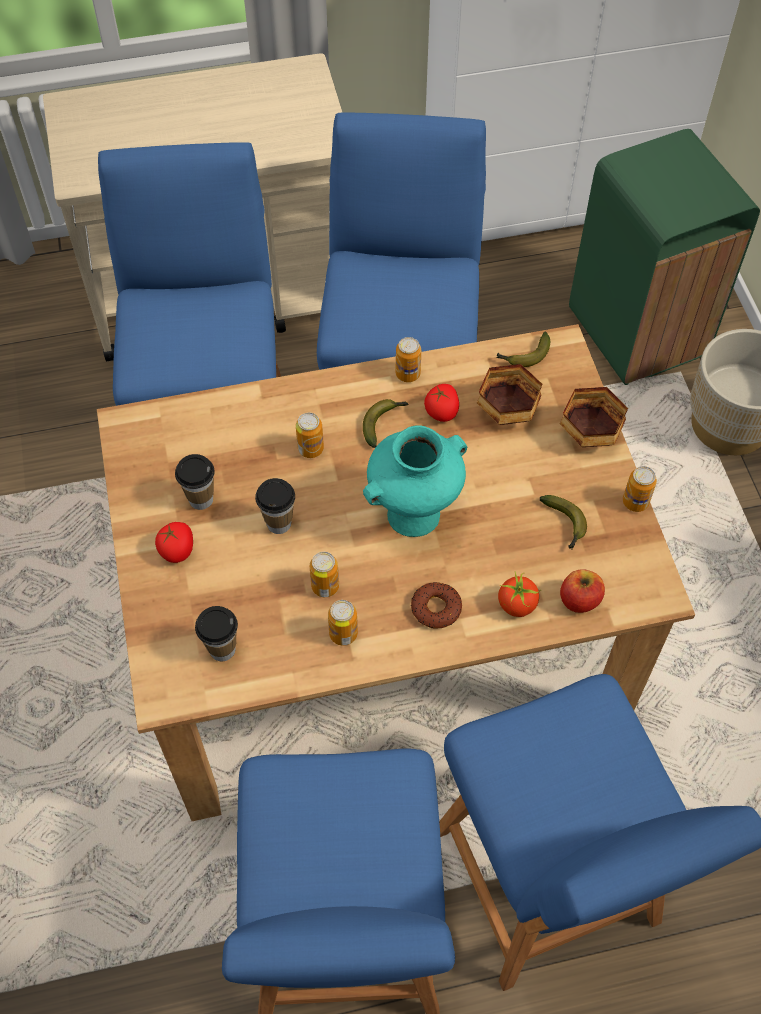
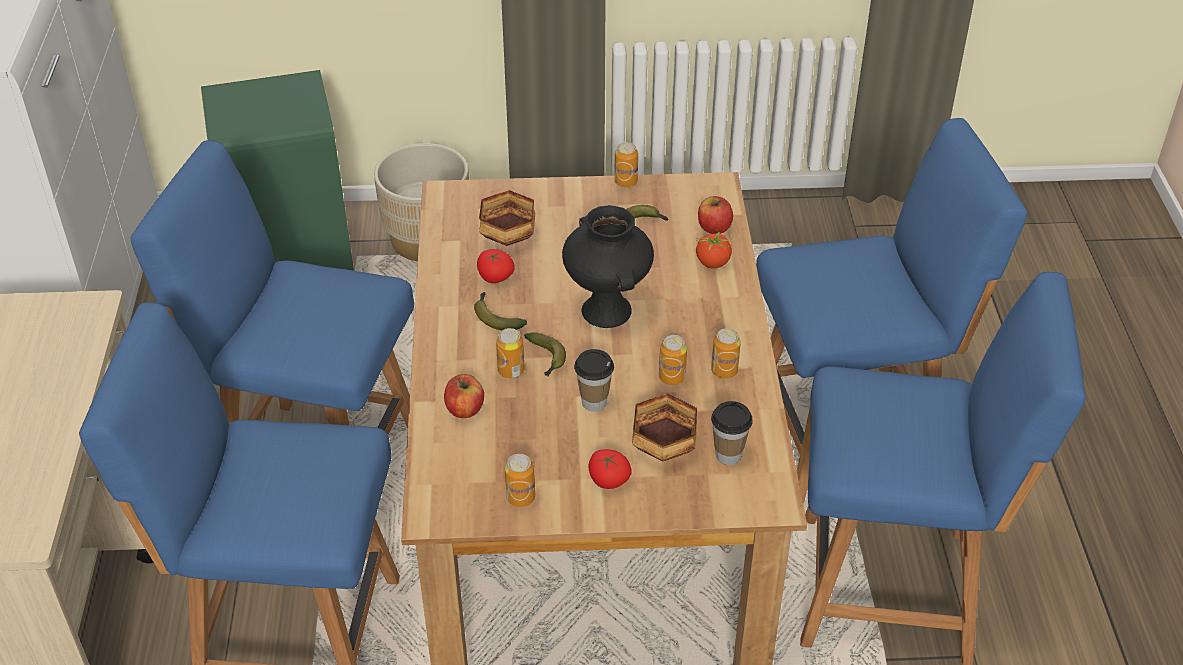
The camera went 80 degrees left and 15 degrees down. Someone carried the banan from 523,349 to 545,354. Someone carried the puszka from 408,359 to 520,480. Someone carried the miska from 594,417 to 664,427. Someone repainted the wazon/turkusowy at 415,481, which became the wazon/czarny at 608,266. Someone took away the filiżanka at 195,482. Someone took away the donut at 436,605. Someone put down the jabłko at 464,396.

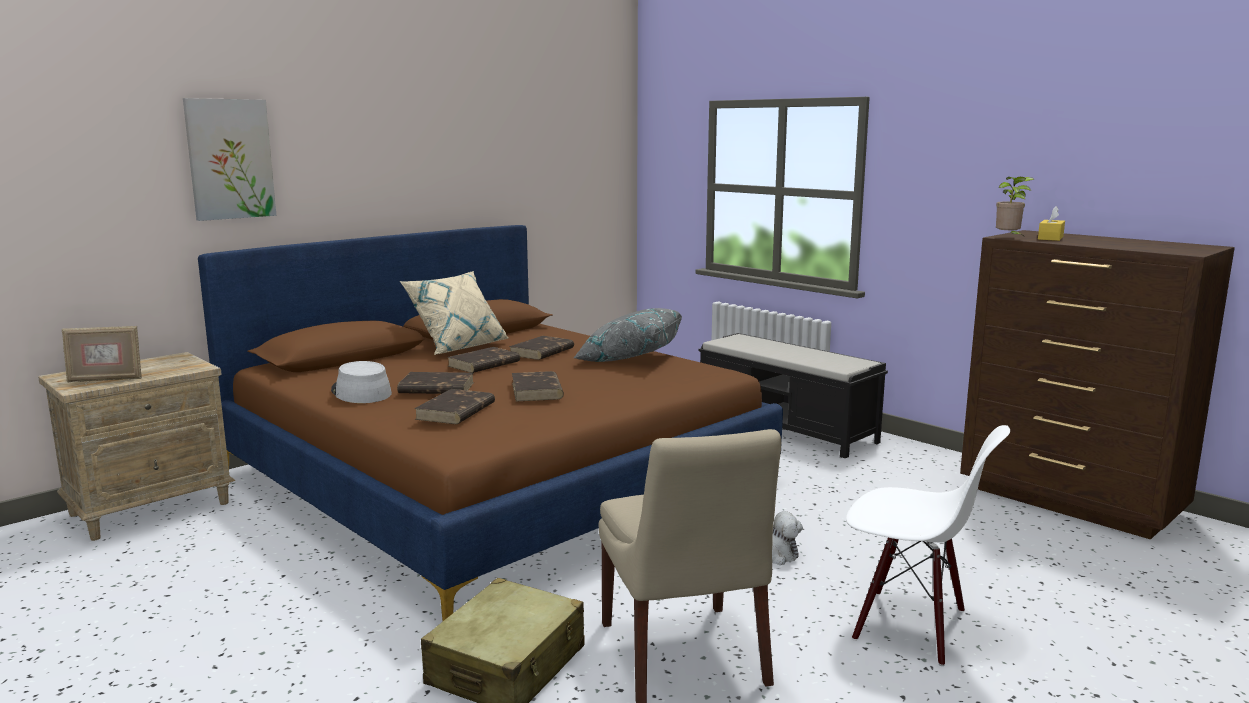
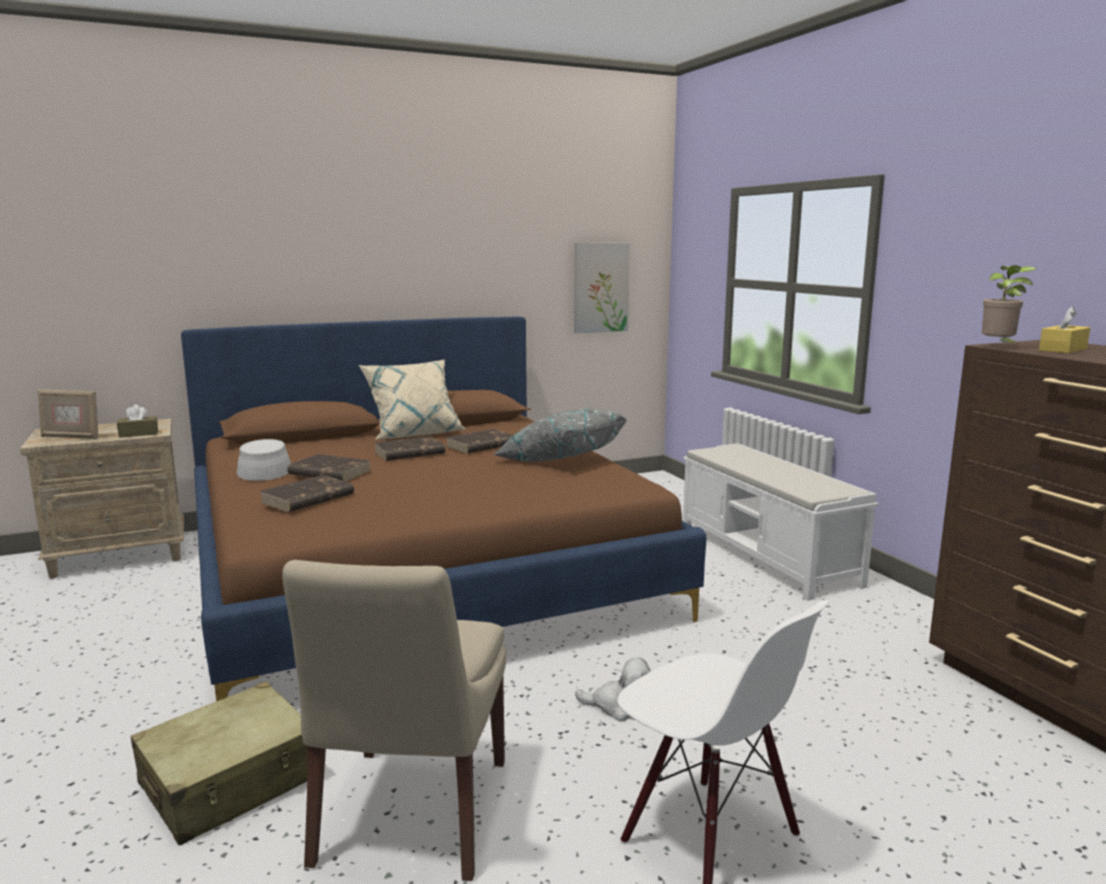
The camera went 20 degrees right and 0 degrees up. Someone carried the obraz from 229,159 to 602,288. Someone repainted the ławka/czarny at 793,395, which became the ławka/biały at 781,522. Someone took away the książka/brązowy at 538,386. Someone put down the pudełko chusteczek/brązowy at 137,421.

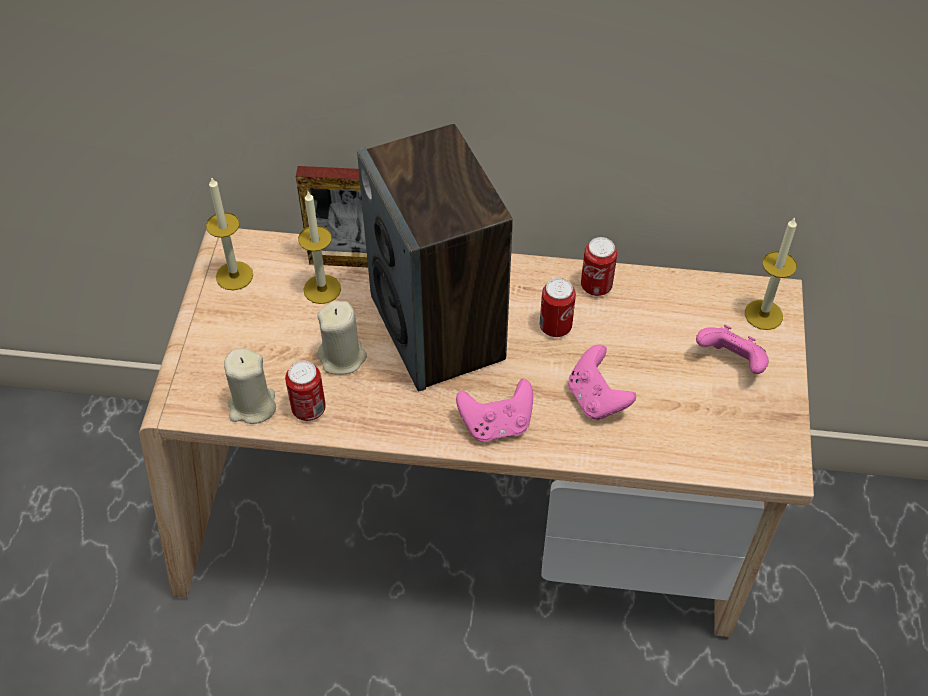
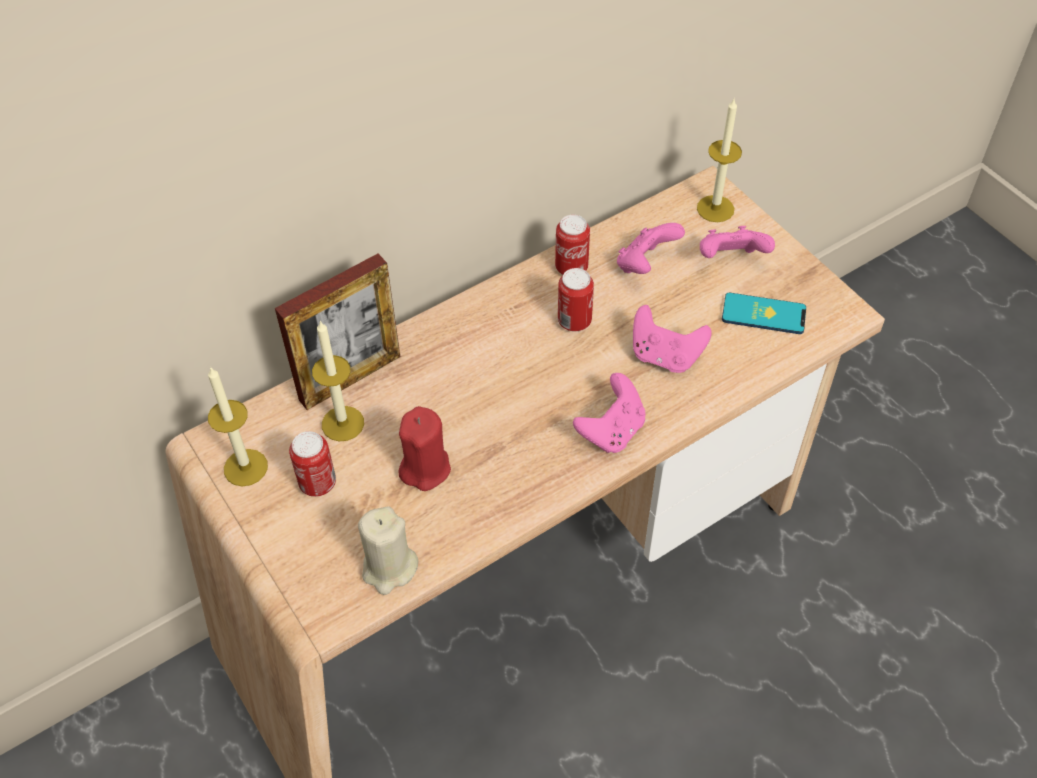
The camera went 40 degrees left and 0 degrees up. Someone took away the głośnik at 435,257. Someone repainted the świeca/beżowy at 342,338, which became the świeca/czerwony at 424,448. Someone carried the puszka from 305,391 to 312,464. Someone put down the pad do gier/różowy at 651,248. Someone put down the telefon at 764,313.

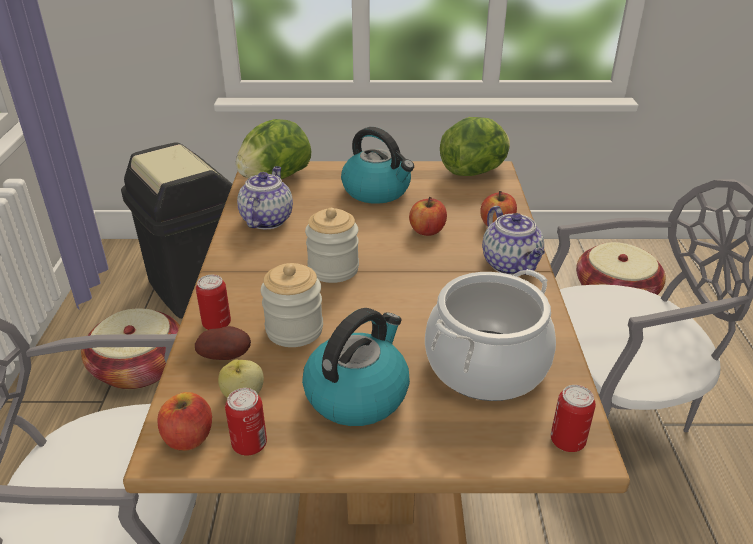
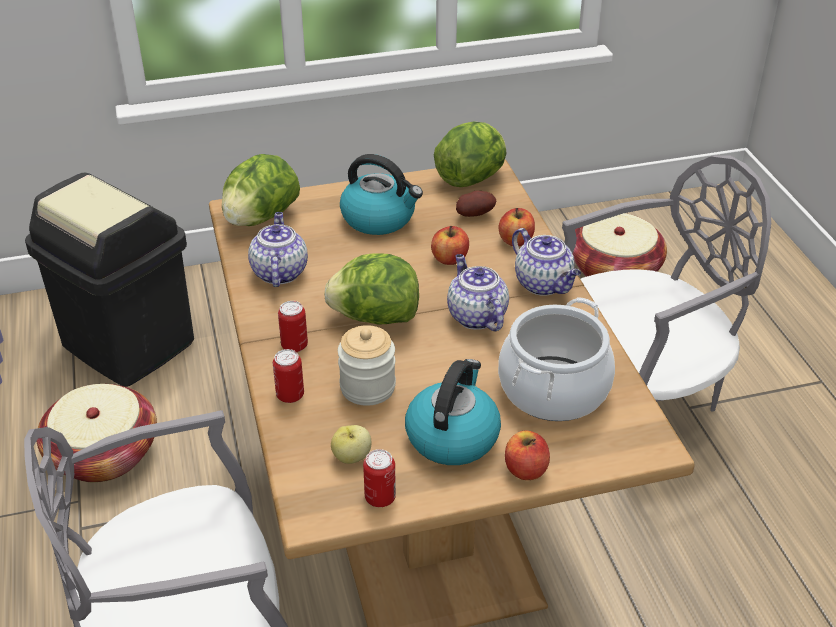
The camera went 15 degrees left and 5 degrees up. Someone swapped the słoik at 332,245 for the sałata at 371,289. Someone carried the ziemniak from 223,343 to 476,203. Someone carried the puszka from 573,418 to 293,326. Someone carried the jabłko from 184,421 to 527,455. Someone put down the imbryk at 478,292.

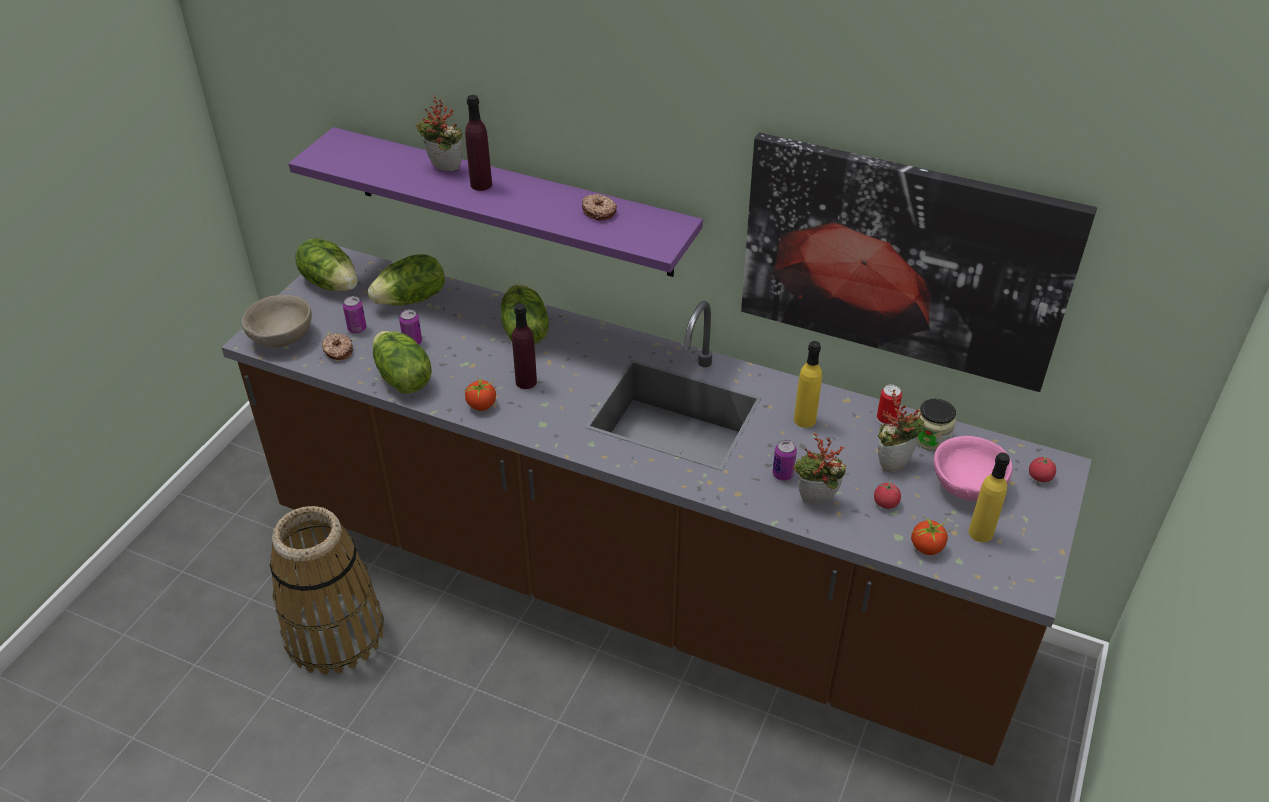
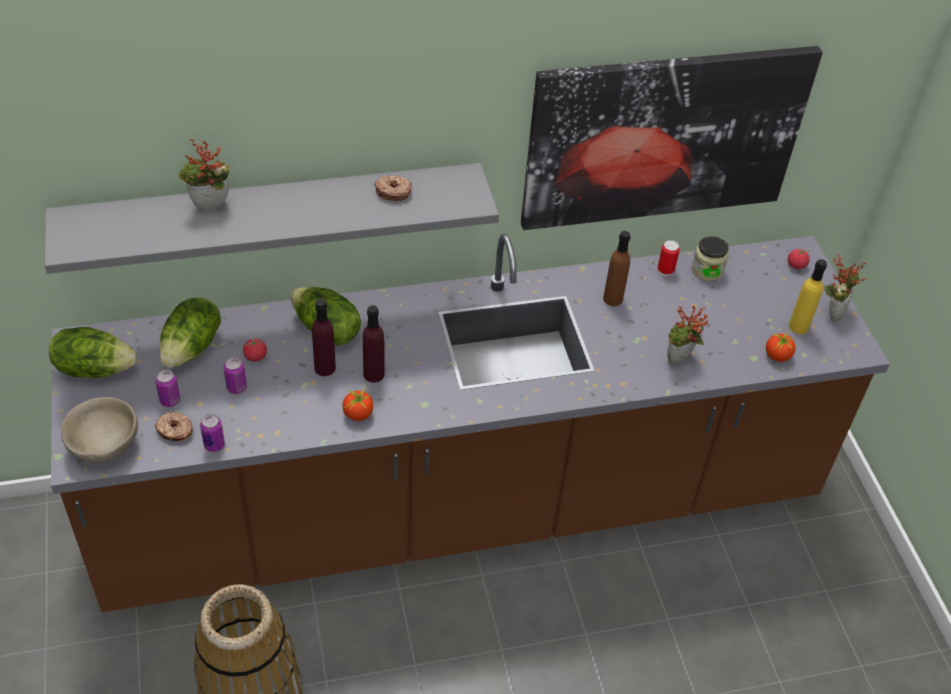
The camera went 40 degrees left and 5 degrees up. Someone carried the butelka/fioletowy from 478,143 to 324,337. Someone repainted the półka/fioletowy at 495,202, which became the półka/szary at 272,218. Someone took away the sałata at 402,362. Someone repainted the butelka/żółty at 808,384, which became the butelka/brązowy at 617,268. Someone carried the roślina doniczkowa from 901,430 to 845,287. Someone took away the miska/różowy at 973,468. Someone carried the puszka from 784,460 to 212,433. Someone carried the pomidor from 887,495 to 255,349.

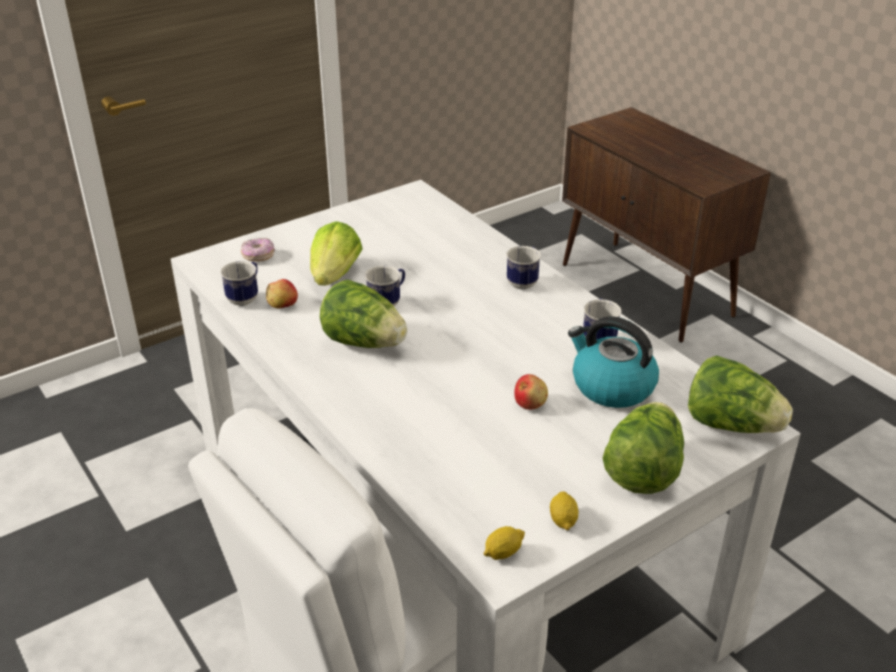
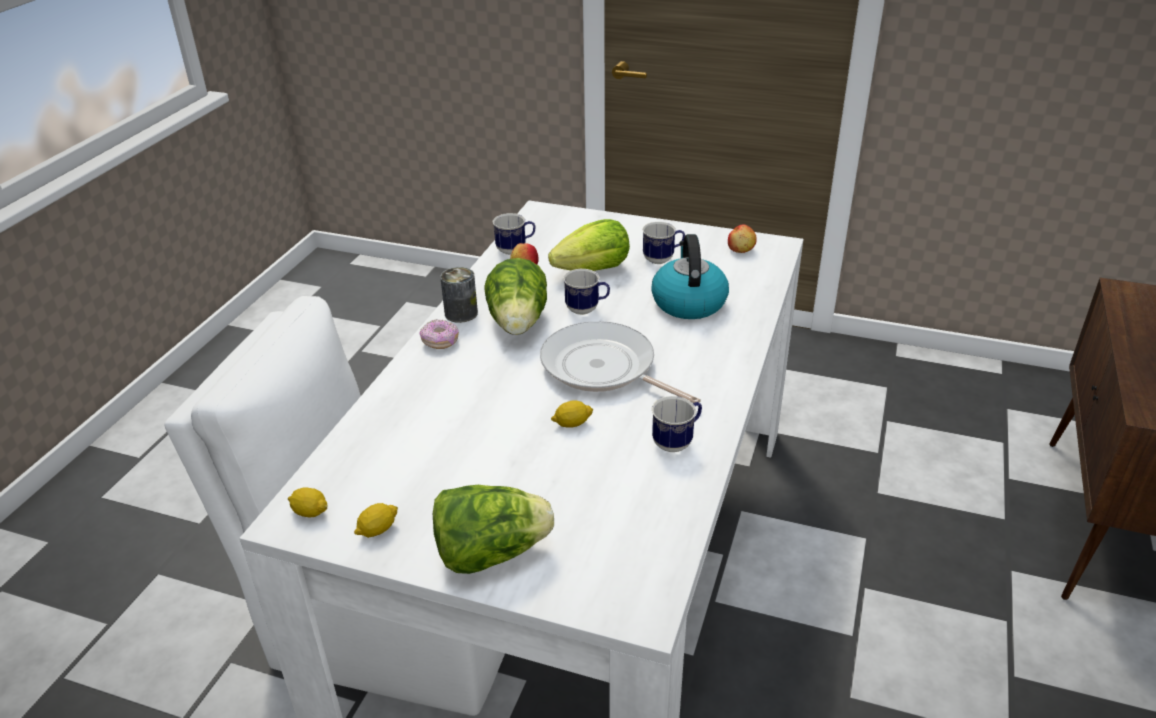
The camera went 55 degrees right and 0 degrees up. Someone carried the donut from 258,249 to 439,334. Someone carried the kubek from 523,268 to 663,243. Someone carried the czajnik from 613,362 to 690,276. Someone took away the sałata at 740,394. Someone carried the jabłko from 531,392 to 742,238. Someone put down the puszka at 459,295. Someone put down the patelnia at 620,362. Someone put down the cytryna at 572,414.

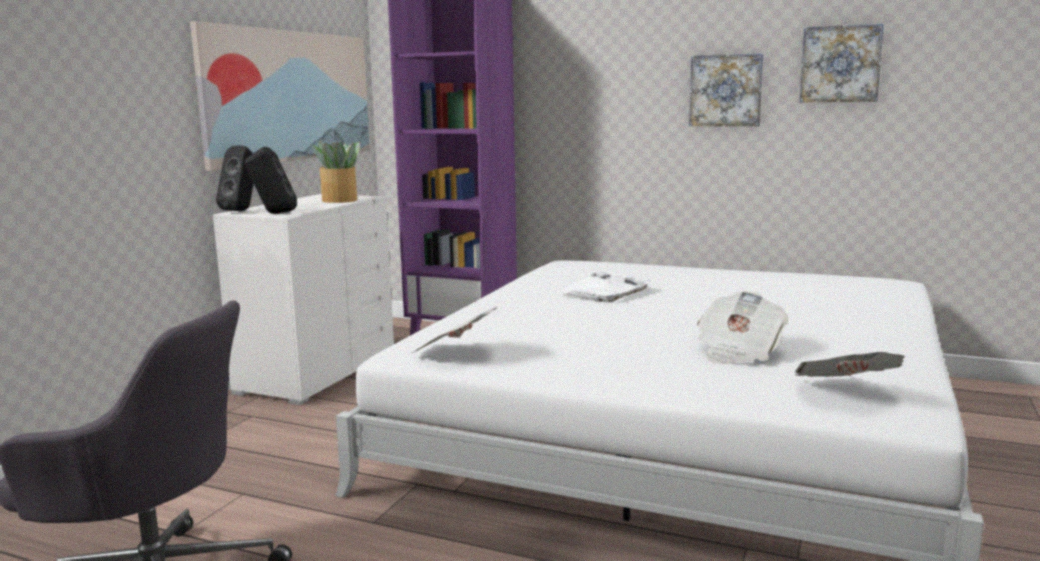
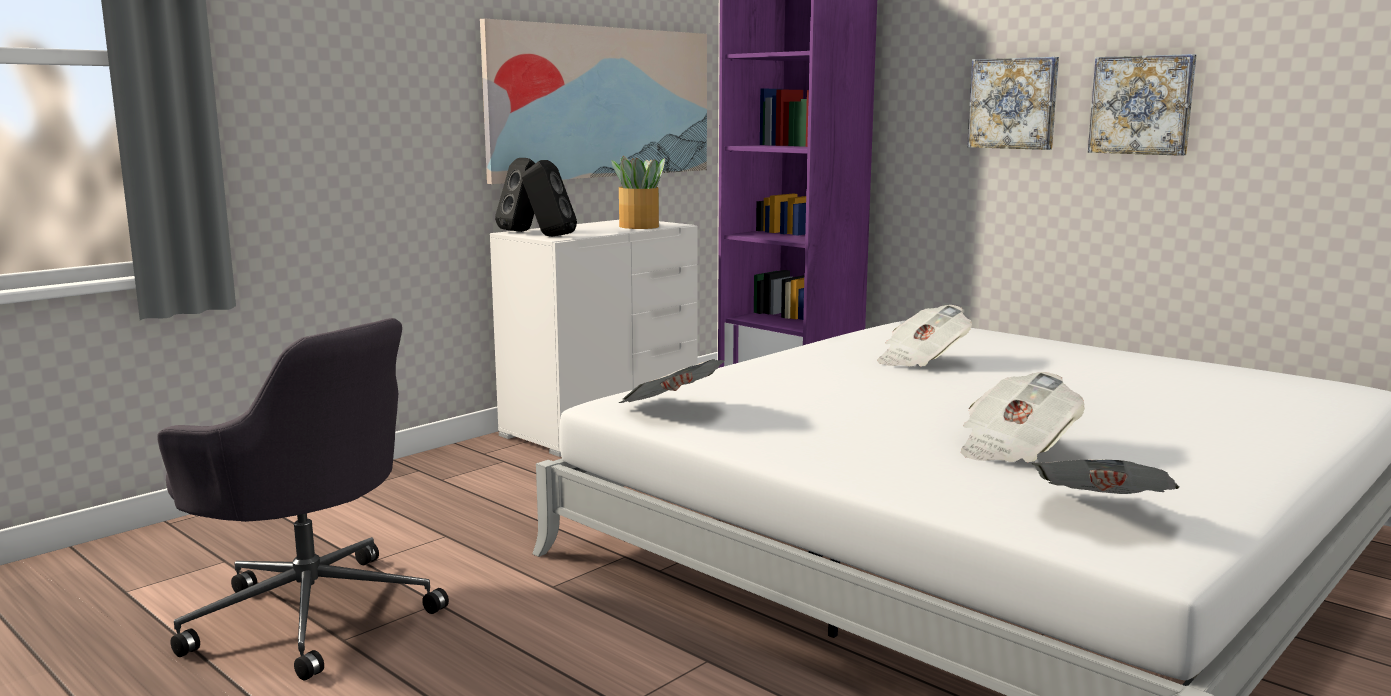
The camera went 20 degrees right and 0 degrees up. Someone carried the obraz from 842,63 to 1013,103. Someone swapped the taca/biały at 604,286 for the gazeta at 924,335.

